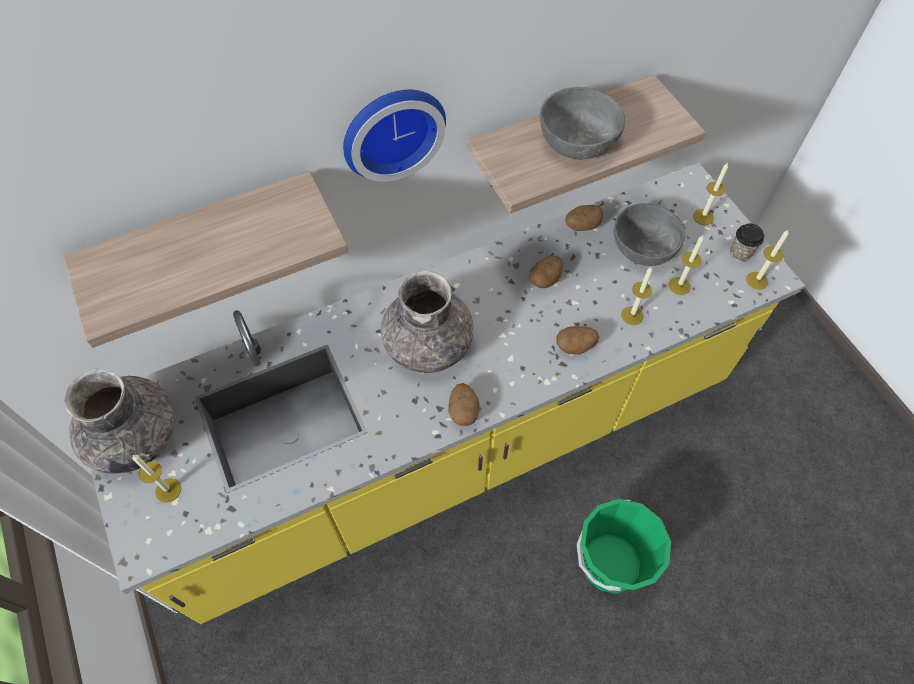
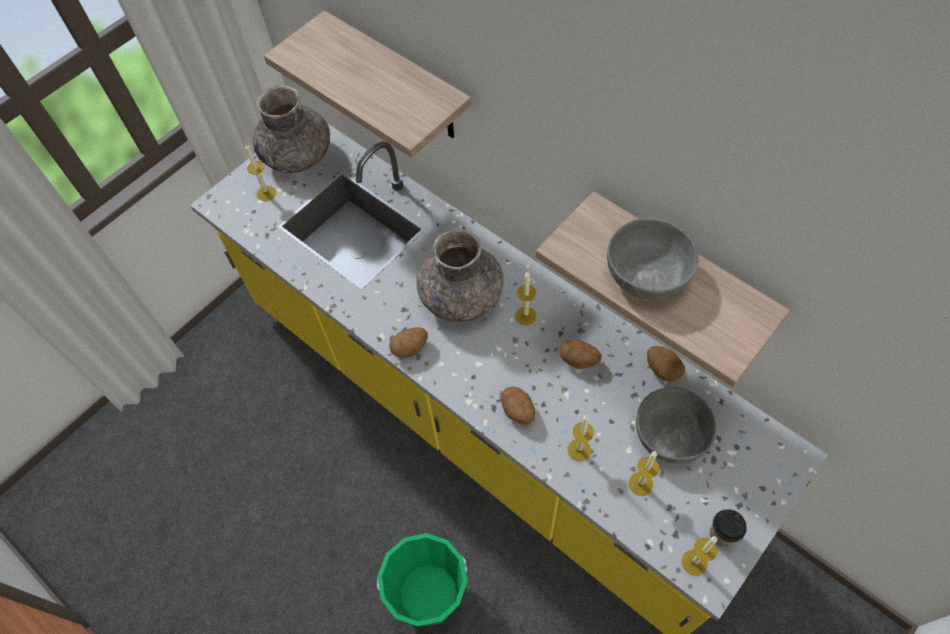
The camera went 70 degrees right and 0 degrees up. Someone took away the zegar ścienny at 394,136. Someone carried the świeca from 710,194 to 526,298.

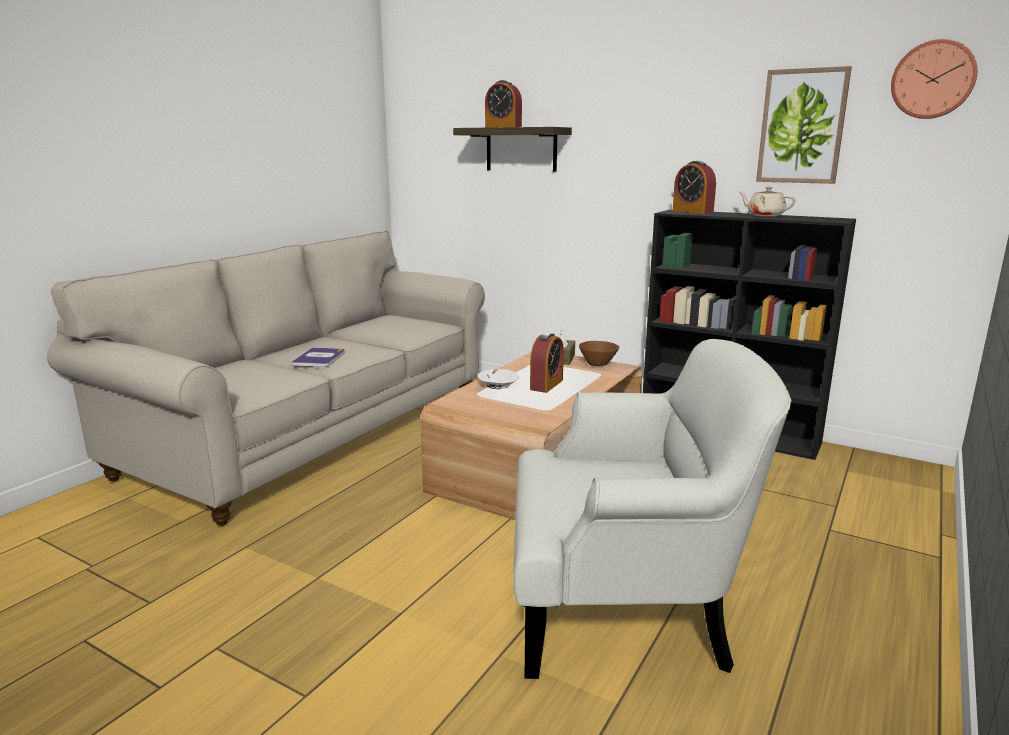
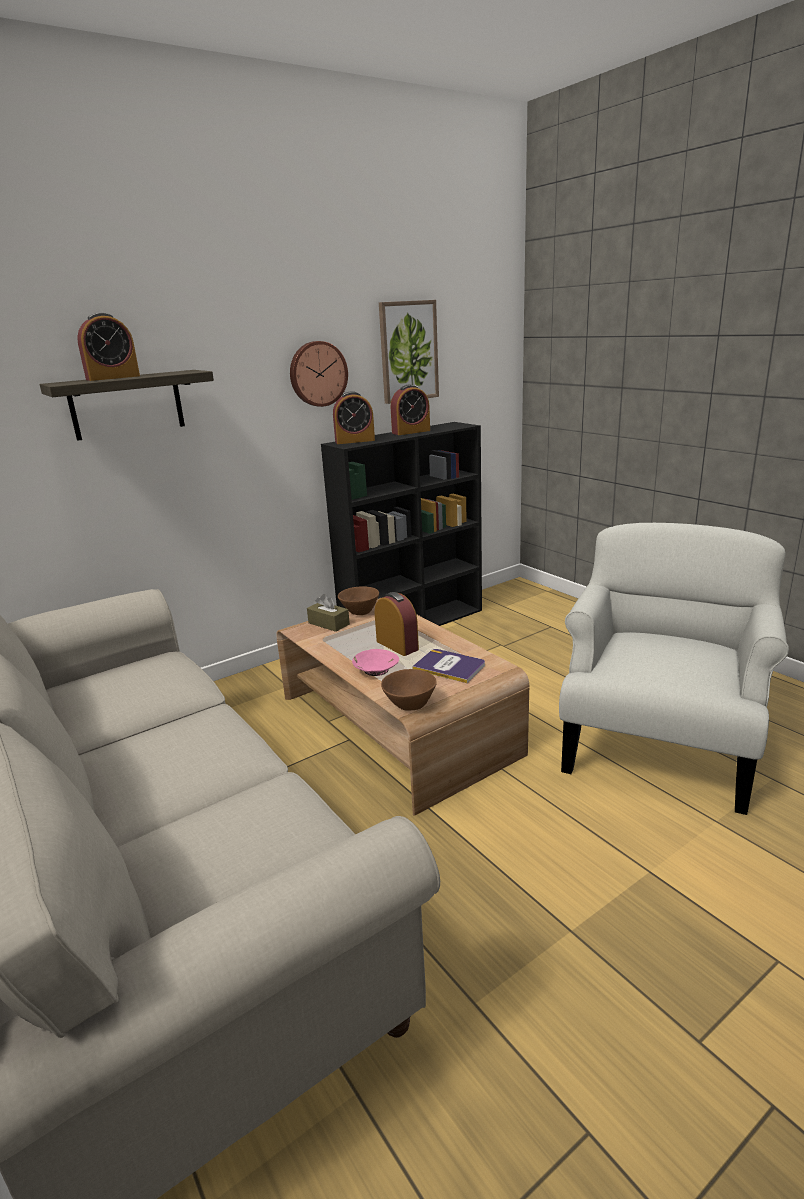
The camera went 65 degrees left and 5 degrees up. Someone carried the zegar ścienny from 934,79 to 319,374. Someone swapped the imbryk/beżowy at 767,202 for the budzik at 410,410. Someone carried the książka from 318,357 to 448,666. Someone repainted the miska/biały at 498,379, which became the miska/różowy at 375,662. Someone put down the miska/brązowy at 409,690.

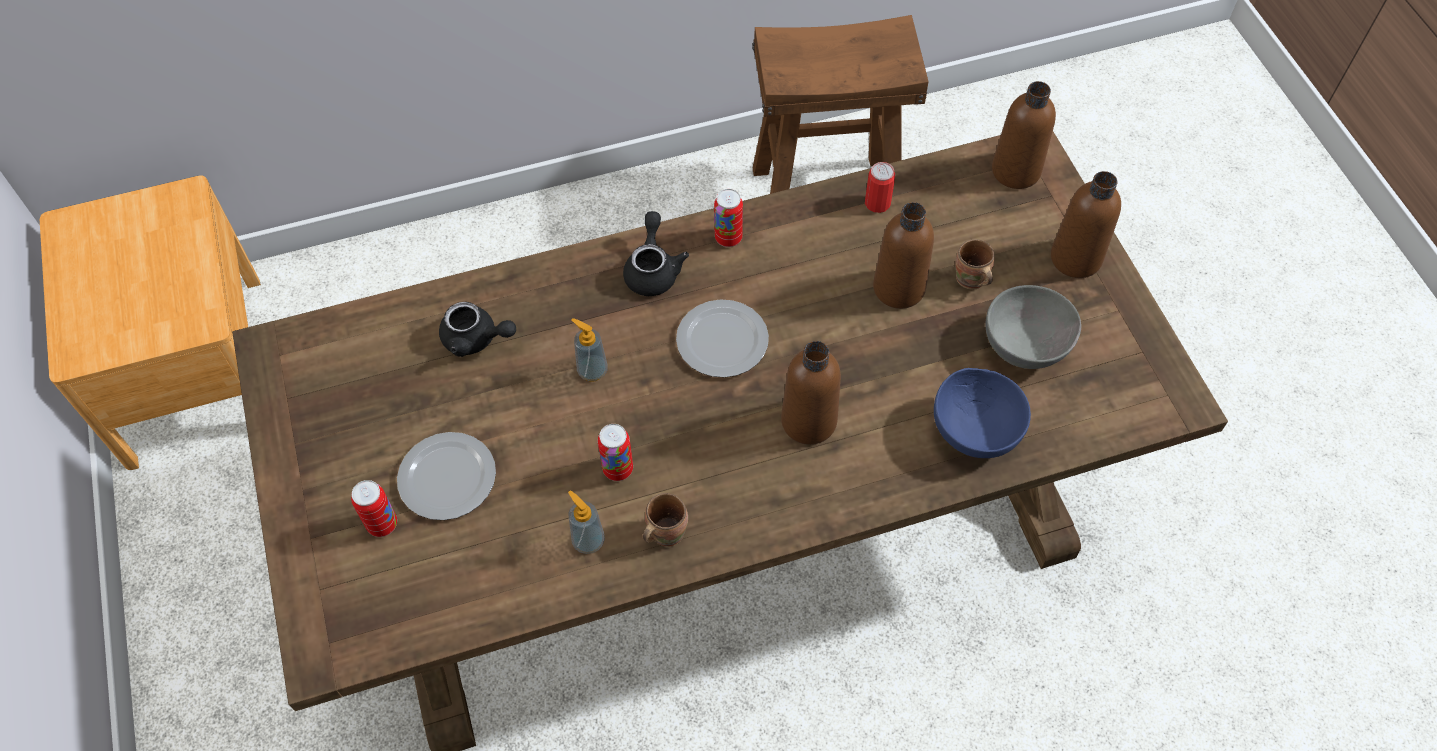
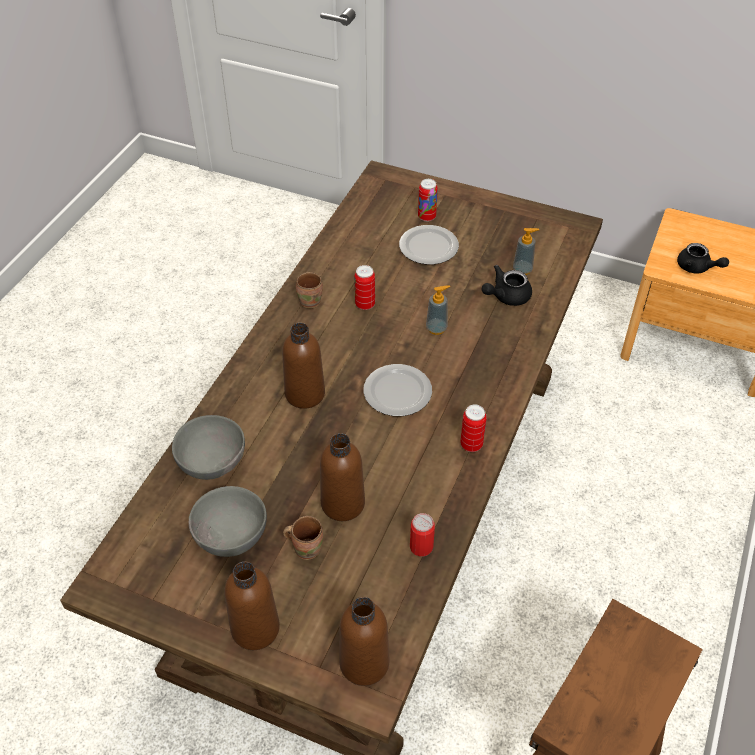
The camera went 130 degrees right and 10 degrees down. Someone carried the imbryk/czarny from 656,253 to 703,258. Someone repainted the miska/niebieski at 982,413, which became the miska/szary at 208,447. Someone carried the dozownik mydła from 586,522 to 526,251.

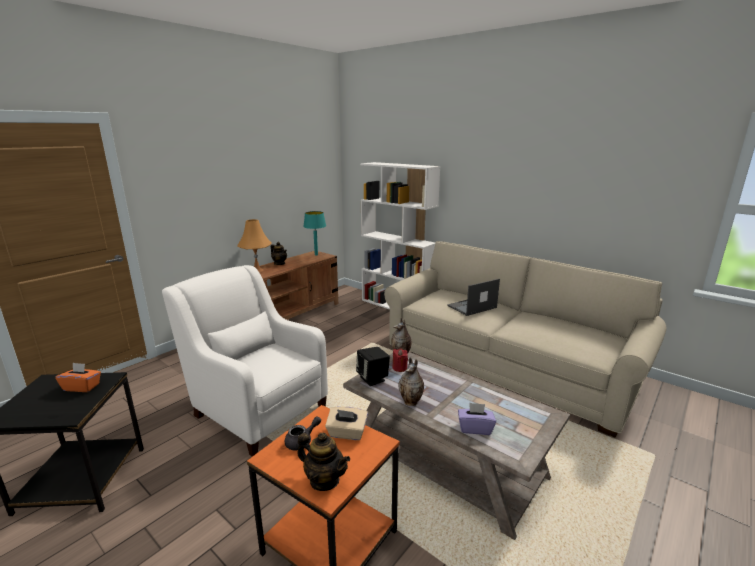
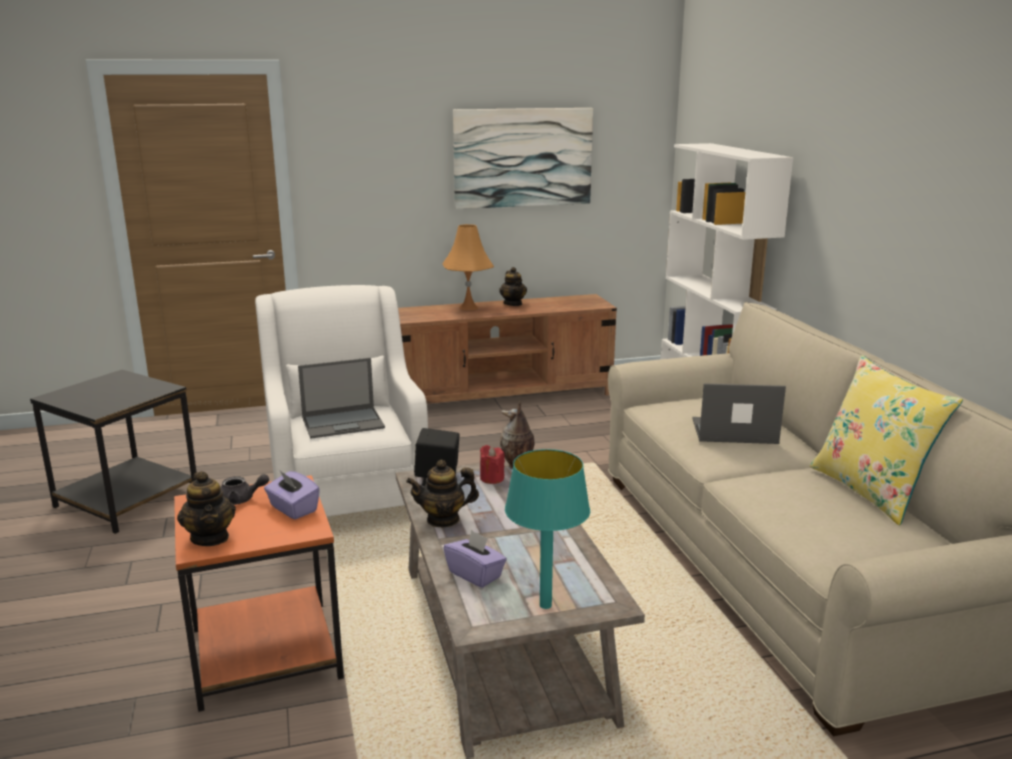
The camera went 35 degrees right and 0 degrees up. Someone carried the lampa stołowa/turkusowy from 314,233 to 547,529. Someone swapped the wazon at 411,381 for the imbryk at 442,494. Someone took away the pudełko chusteczek/pomarańczowy at 78,377. Someone repainted the pudełko chusteczek/beżowy at 346,423, which became the pudełko chusteczek/fioletowy at 292,495. Someone put up the obraz at 523,158. Someone put down the poduszka/żółty at 886,440. Someone put down the laptop at 341,398.

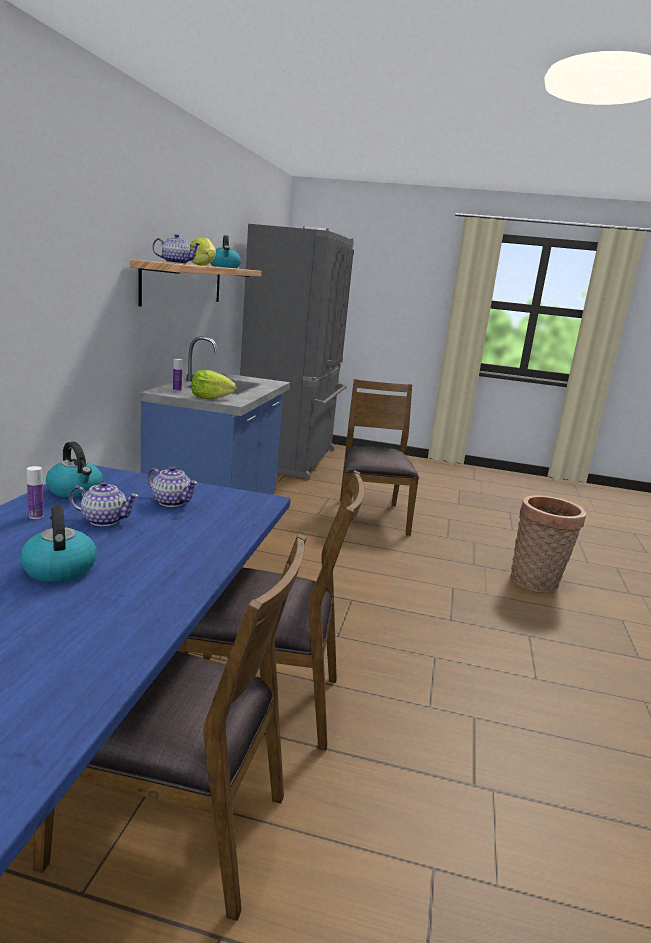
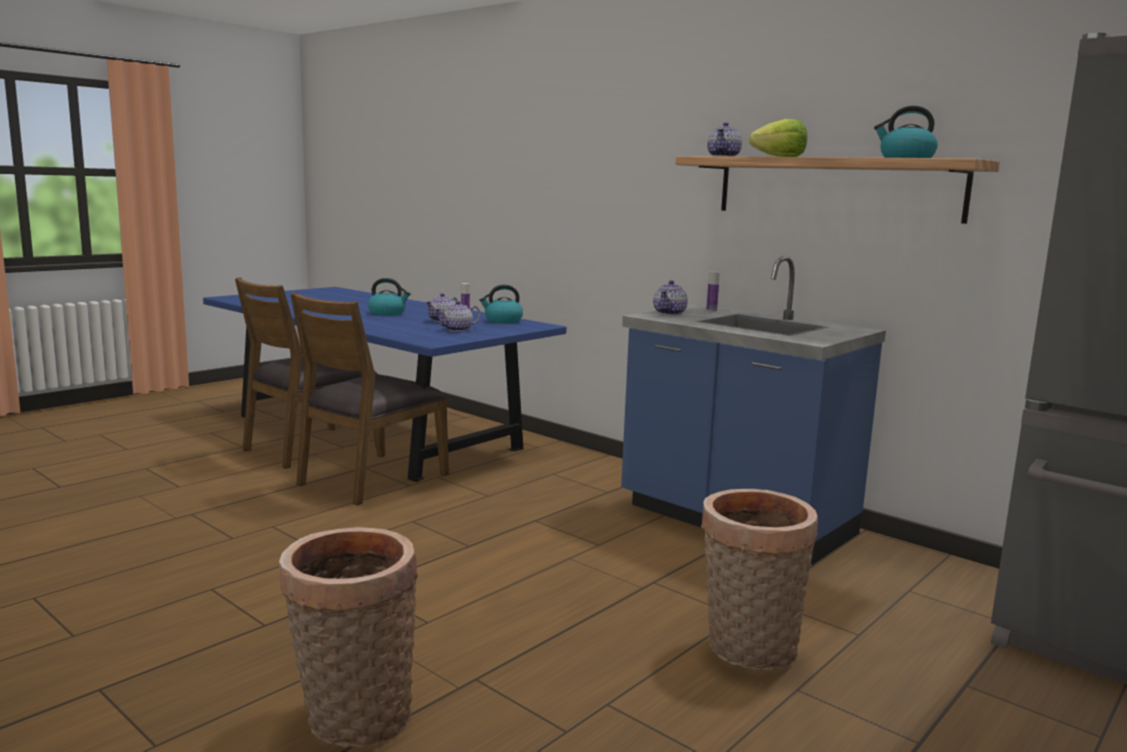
The camera went 120 degrees right and 5 degrees down. Someone swapped the sałata at 214,384 for the imbryk at 670,297. Someone swapped the krzesło/brązowy at 379,457 for the koszyk at 759,579.

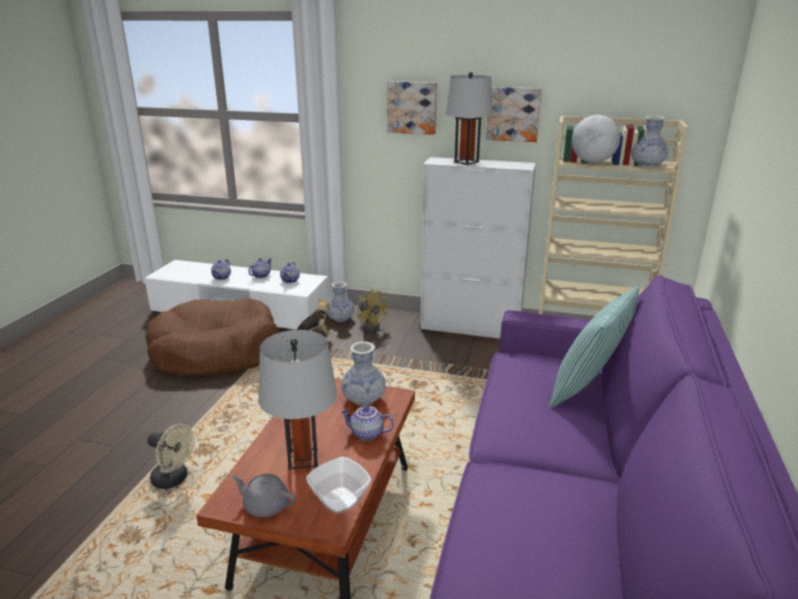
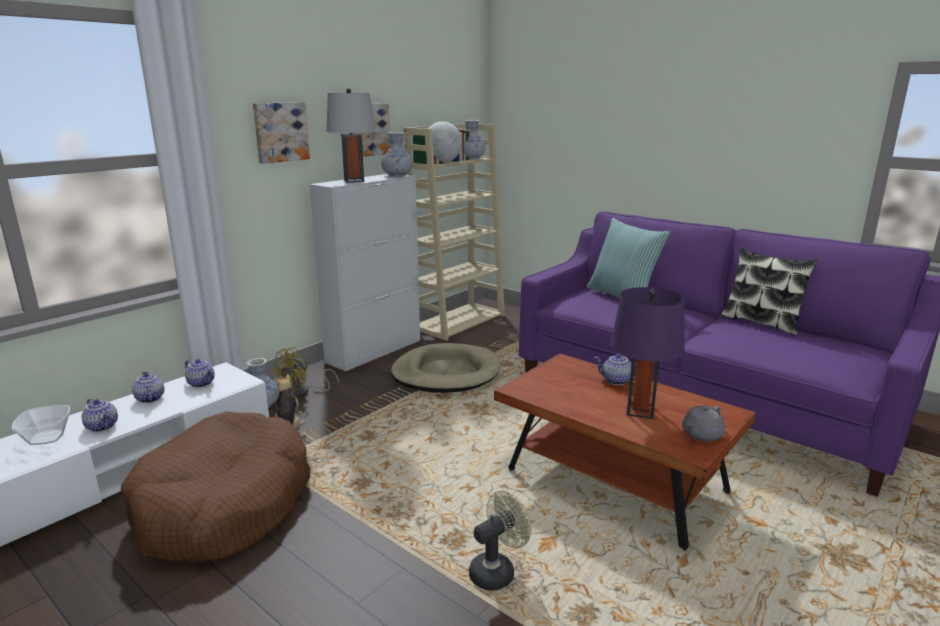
The camera went 65 degrees left and 5 degrees down. Someone rotated the wentylator/żółty at 372,310 by 135 degrees clockwise. Someone repainted the lampa stołowa/szary at 298,399, which became the lampa stołowa/fioletowy at 647,353. Someone carried the wazon from 363,373 to 396,154. Someone rotated the imbryk at 367,423 by 75 degrees clockwise. Someone carried the miska from 338,485 to 41,425. Someone put down the poduszka at 769,291. Someone put down the legowisko/beżowy at 446,368.

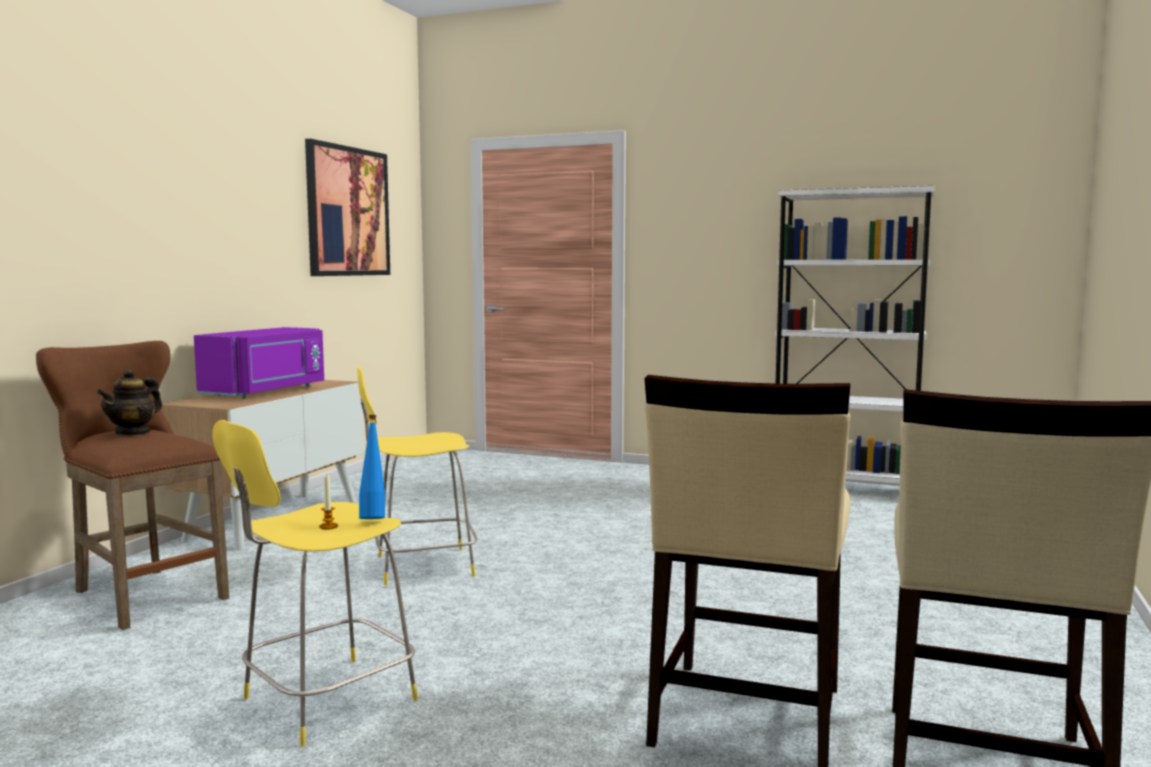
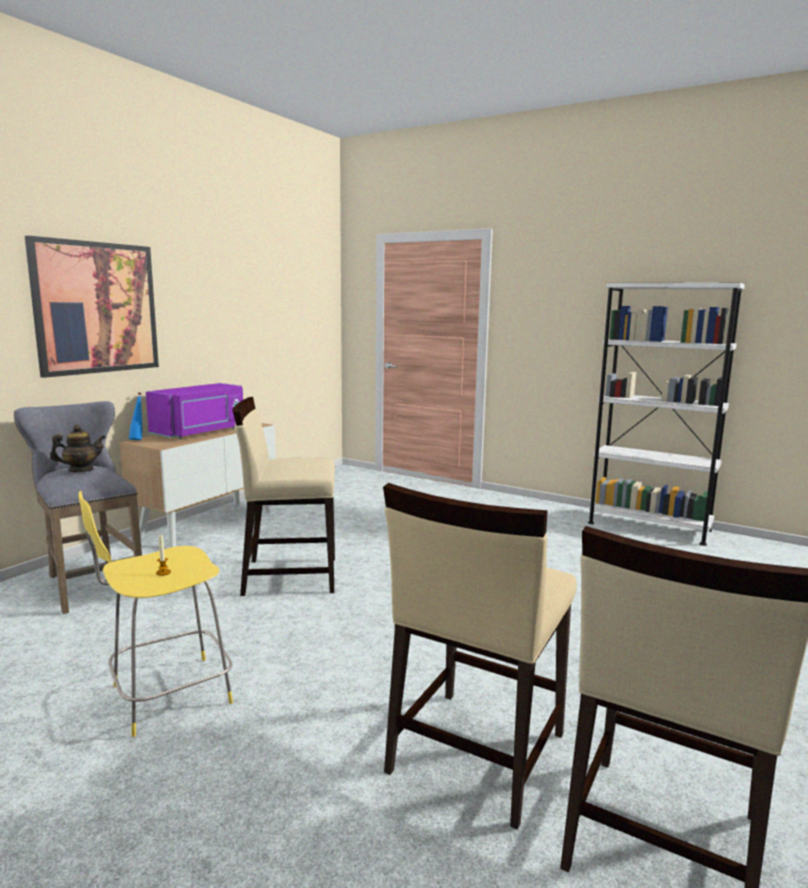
The camera went 10 degrees right and 5 degrees up. Someone carried the obraz from 347,207 to 92,307. Someone repainted the stołek/brązowy at 132,485, which became the stołek/szary at 78,507. Someone swapped the stołek/żółty at 417,475 for the krzesło/beżowy at 284,496. Someone rotated the imbryk at 129,402 by 150 degrees counterclockwise. Someone carried the butelka/niebieski from 372,467 to 135,416.

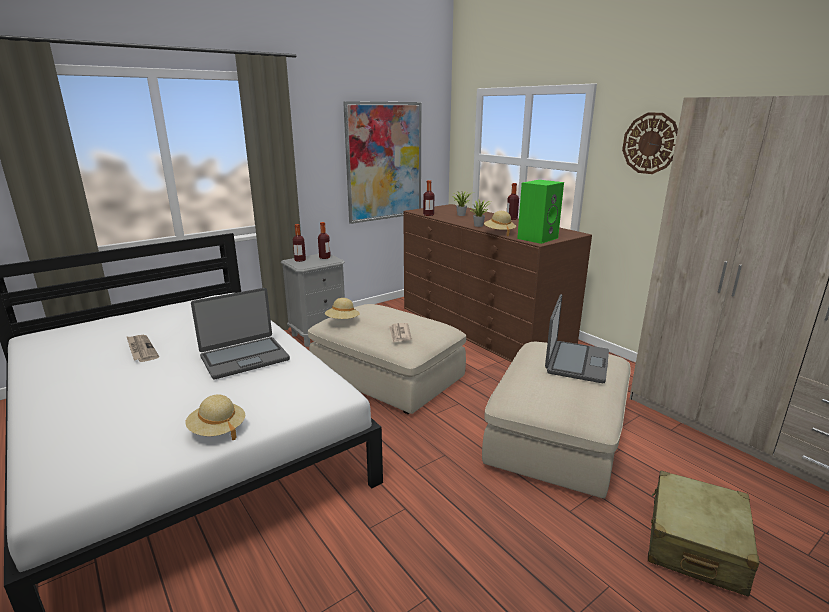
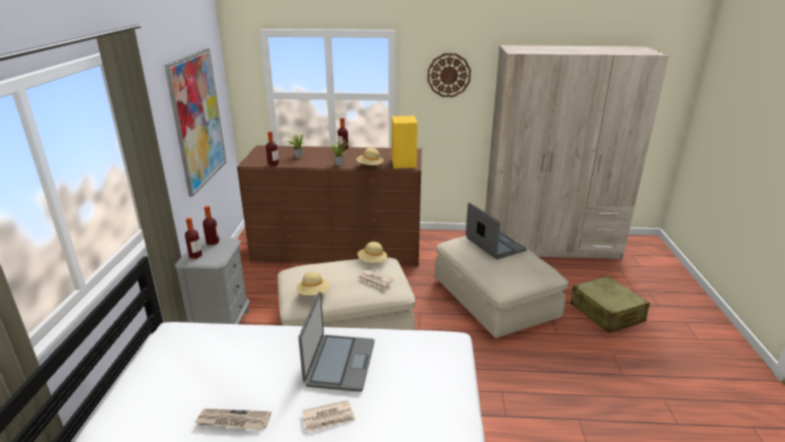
The camera went 50 degrees left and 5 degrees up. Someone repainted the głośnik/zielony at 540,212, which became the głośnik/żółty at 405,142. Someone carried the kapelusz/beżowy from 215,417 to 372,252. Someone put down the gazeta at 328,416.

